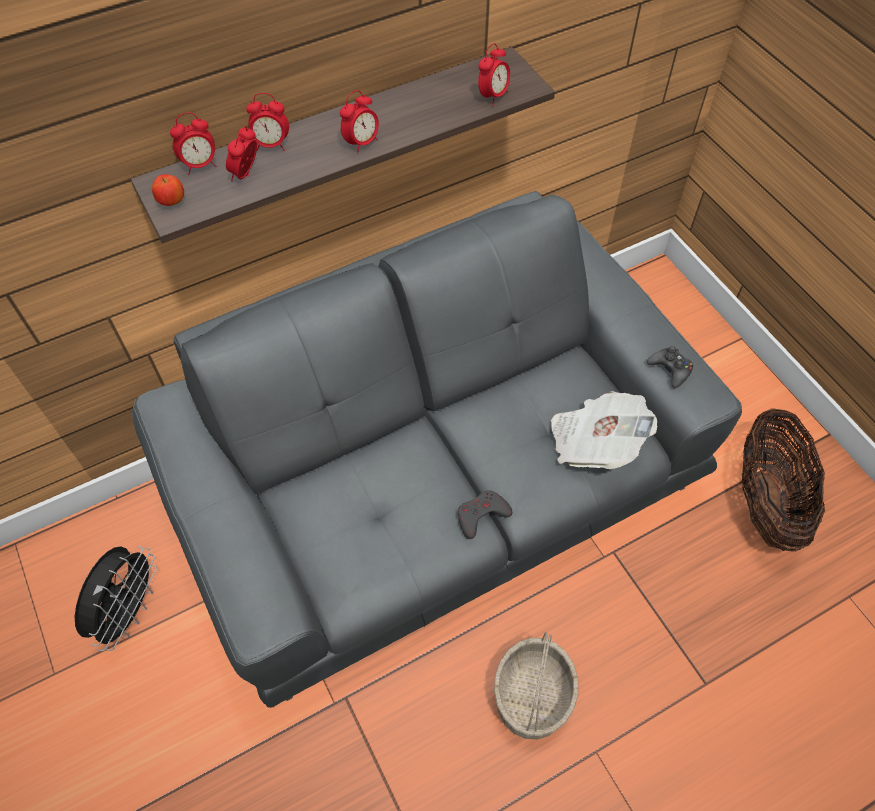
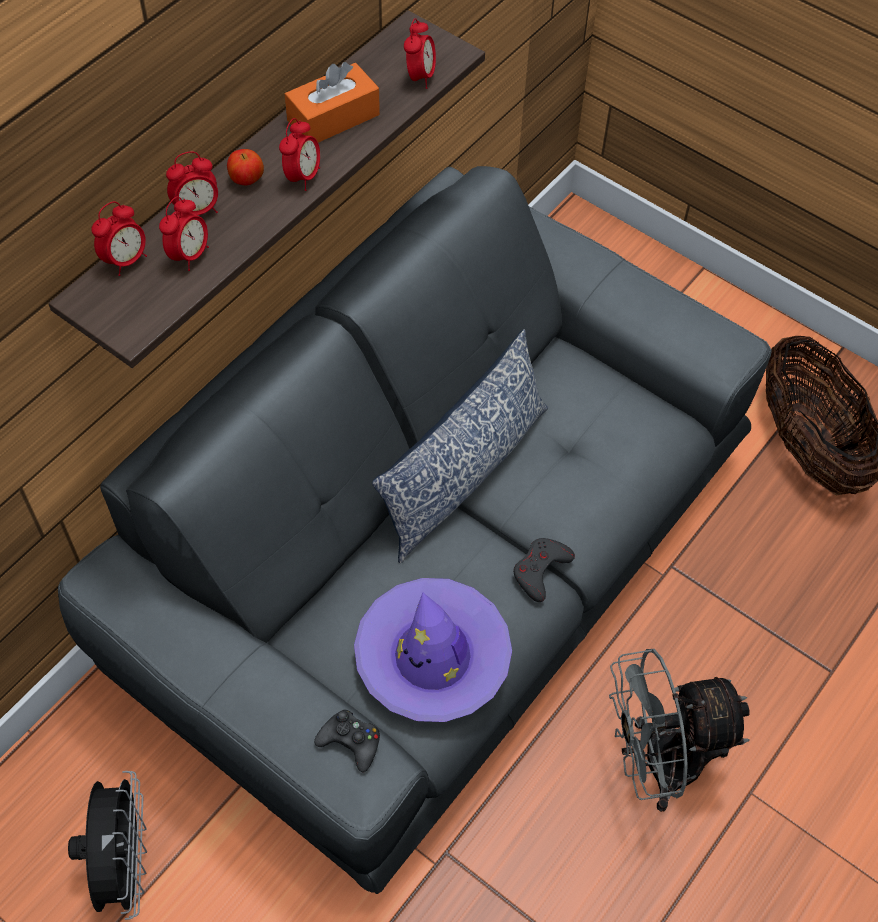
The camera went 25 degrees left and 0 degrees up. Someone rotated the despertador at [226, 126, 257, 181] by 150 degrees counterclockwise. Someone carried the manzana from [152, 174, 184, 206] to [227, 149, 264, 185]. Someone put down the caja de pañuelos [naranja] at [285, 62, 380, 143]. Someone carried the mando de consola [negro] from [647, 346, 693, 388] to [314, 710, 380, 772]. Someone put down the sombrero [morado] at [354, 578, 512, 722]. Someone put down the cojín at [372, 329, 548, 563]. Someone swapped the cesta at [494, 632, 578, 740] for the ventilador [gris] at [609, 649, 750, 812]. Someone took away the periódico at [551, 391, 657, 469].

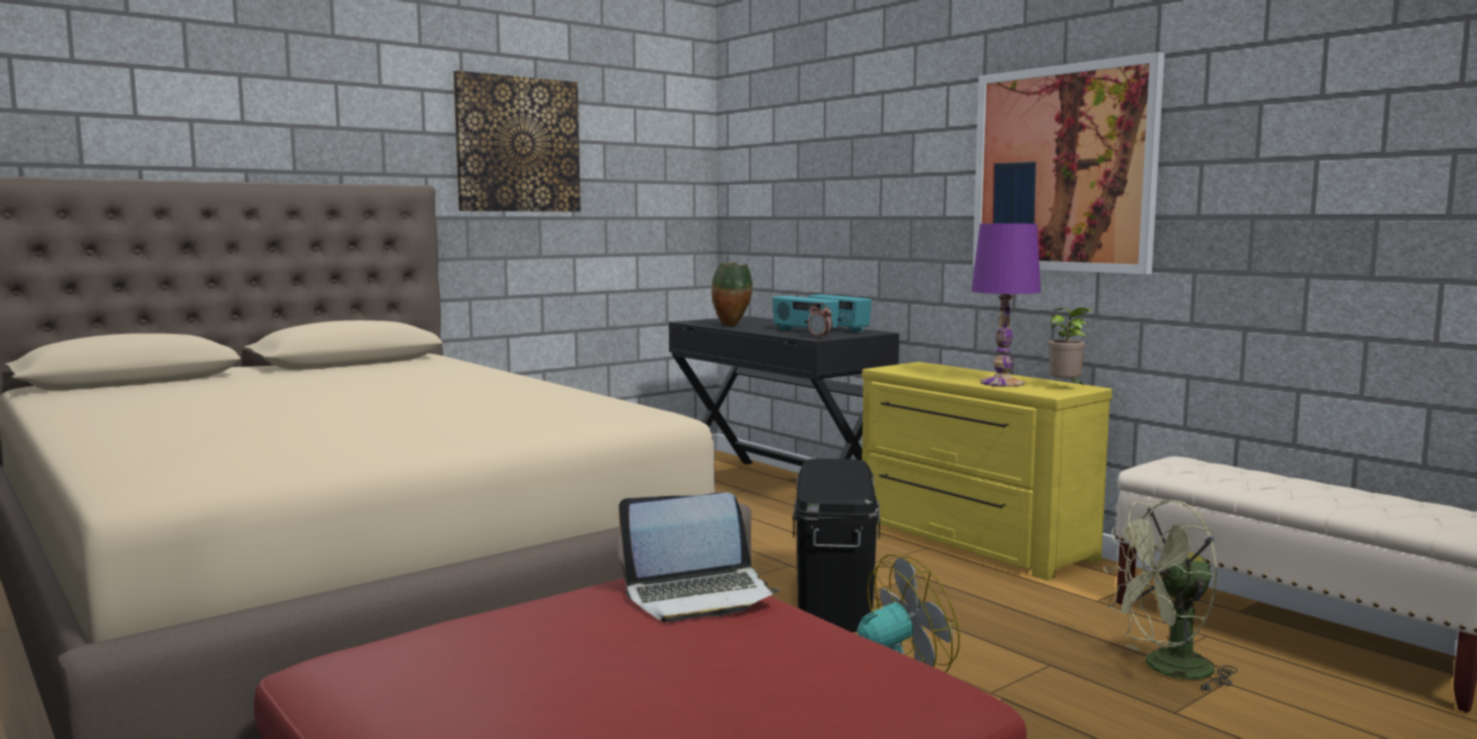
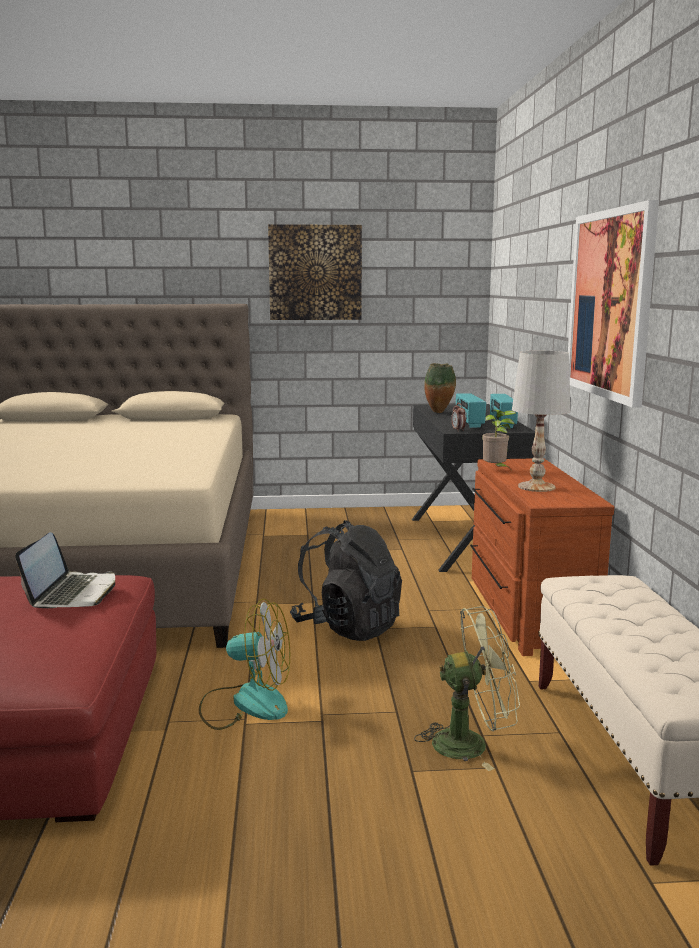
The camera went 35 degrees right and 5 degrees up. Someone rotated the portátil at [618, 492, 780, 622] by 105 degrees counterclockwise. Someone swapped the caja de almacenaje [negro] at [793, 459, 880, 632] for the mochila [negro] at [290, 520, 402, 641]. Someone rotated the ventilador [verde] at [1103, 500, 1238, 692] by 150 degrees clockwise. Someone repainted the cómoda [amarillo] at [862, 362, 1112, 581], which became the cómoda [marrón] at [470, 459, 614, 656]. Someone carried the planta en maceta from [1048, 307, 1092, 387] to [482, 409, 516, 470]. Someone repainted the lámpara de mesa [morado] at [972, 224, 1041, 387], which became the lámpara de mesa [blanco] at [512, 351, 571, 492].

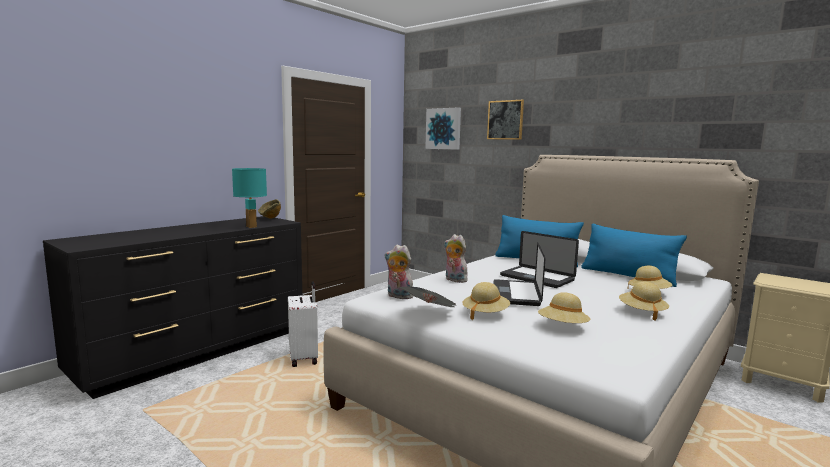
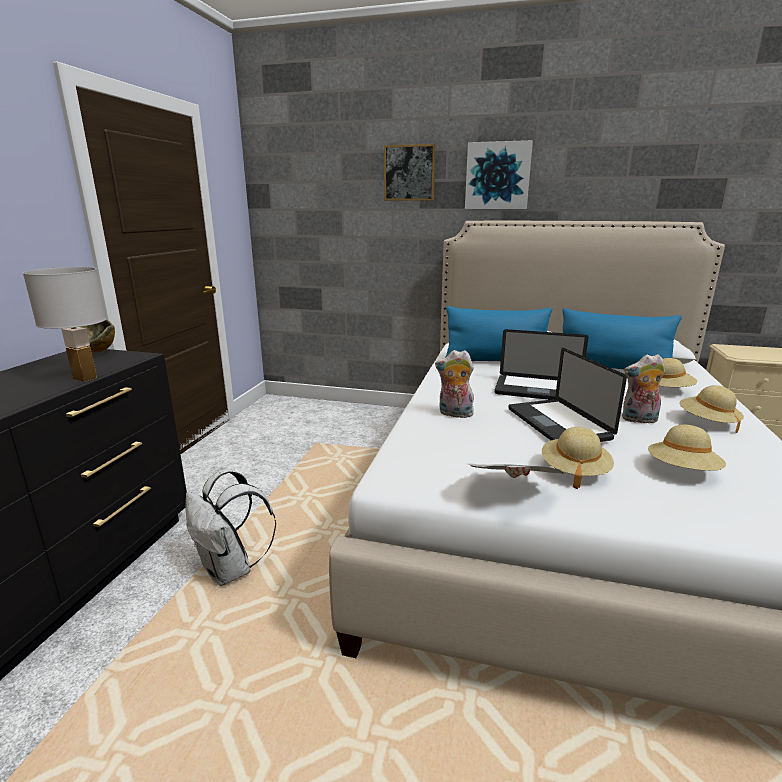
The camera went 25 degrees left and 10 degrees up. Someone repainted the lámpara de mesa [turquesa] at [232, 168, 267, 228], which became the lámpara de mesa [blanco] at [23, 267, 107, 382]. Someone swapped the maleta [blanco] at [288, 281, 318, 367] for the mochila [blanco] at [185, 469, 276, 586]. Someone carried the cuadro from [425, 107, 461, 150] to [465, 140, 533, 209]. Someone carried the peluche from [385, 245, 413, 299] to [622, 354, 665, 423].

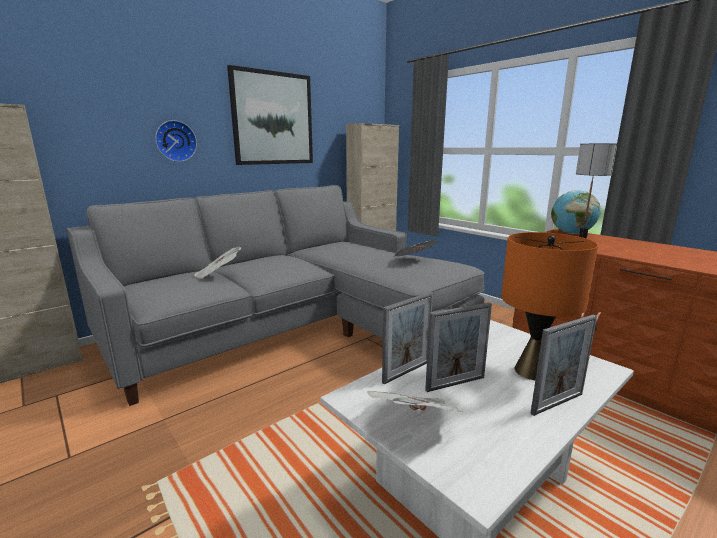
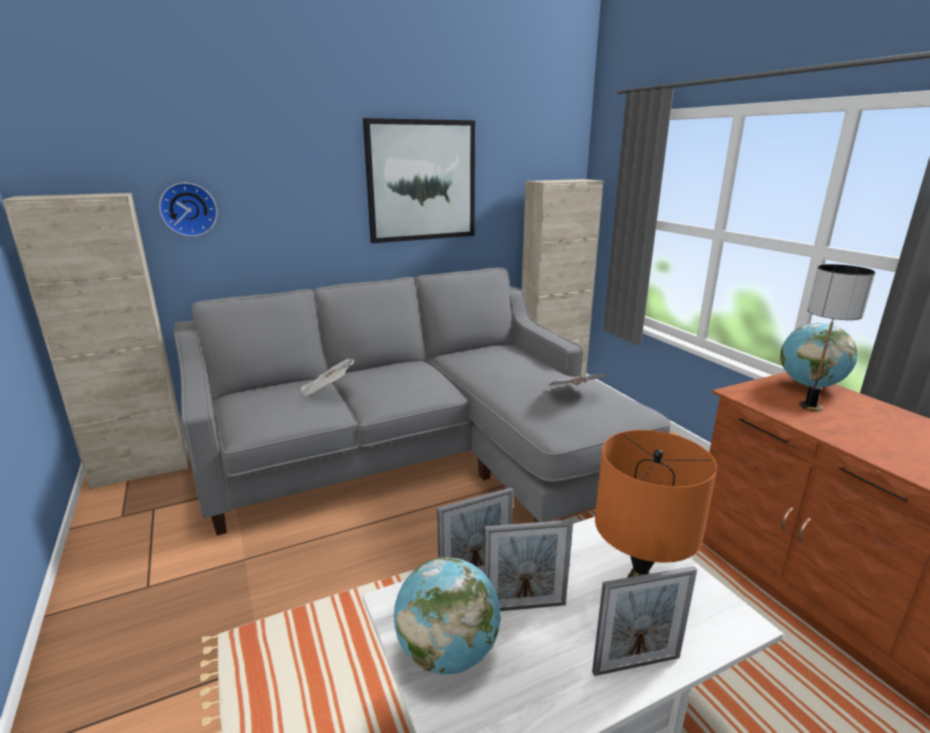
The camera went 15 degrees right and 5 degrees up. Someone carried the reloj de pared from [155, 120, 197, 162] to [159, 183, 217, 237]. Someone swapped the periódico at [367, 391, 462, 412] for the globo terráqueo at [394, 557, 501, 674].

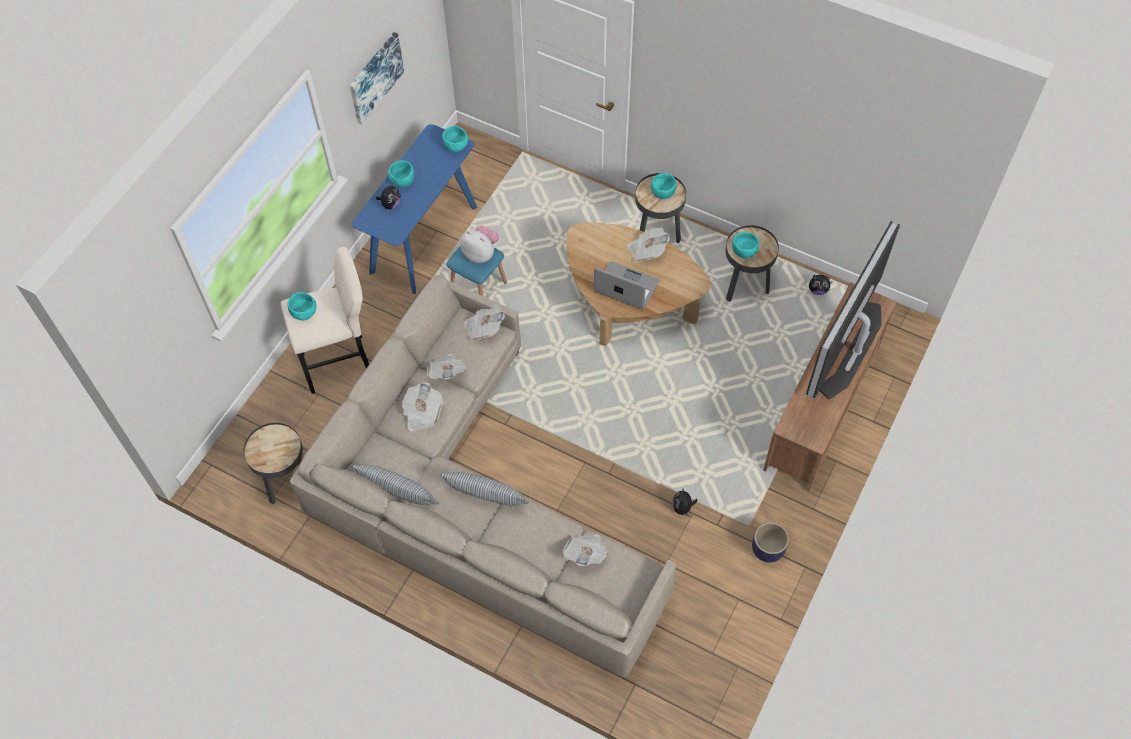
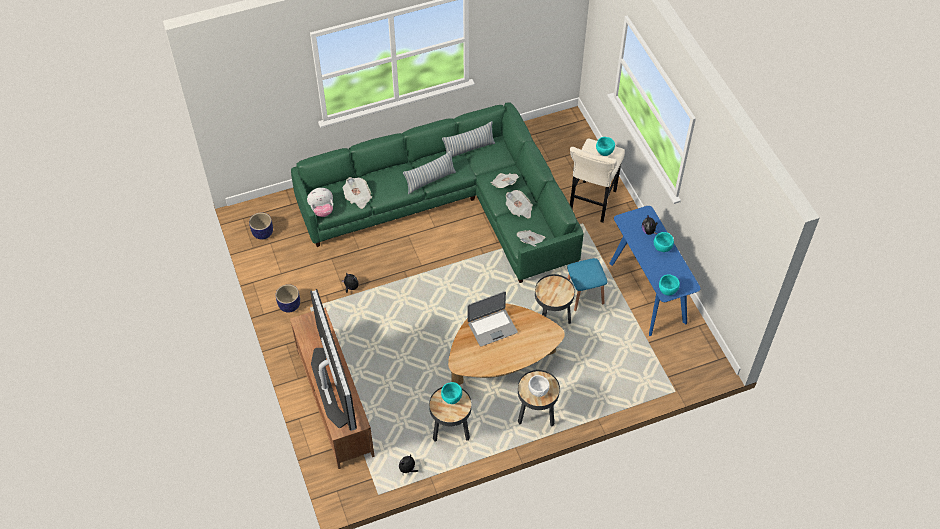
The camera went 130 degrees right and 5 degrees down. Someone put down the maceta at [249, 213, 273, 240]. Someone repainted the sofá [beis] at [290, 275, 676, 678], which became the sofá [verde] at [291, 102, 584, 283]. Someone carried the peluche from [460, 226, 499, 263] to [307, 188, 333, 217]. Someone repainted the cuenco [turquesa] at [651, 173, 676, 199], which became the cuenco [blanco] at [528, 375, 550, 397]. Someone carried the mesa auxiliar [negro] from [243, 423, 303, 505] to [535, 274, 575, 324]. Someone took away the cuadro at [350, 32, 404, 124]. Someone took away the periódico at [627, 228, 670, 262].

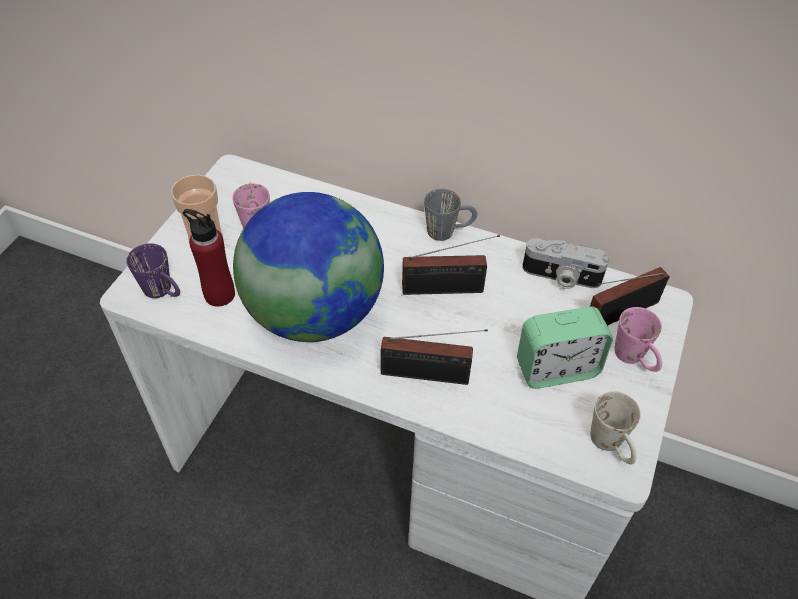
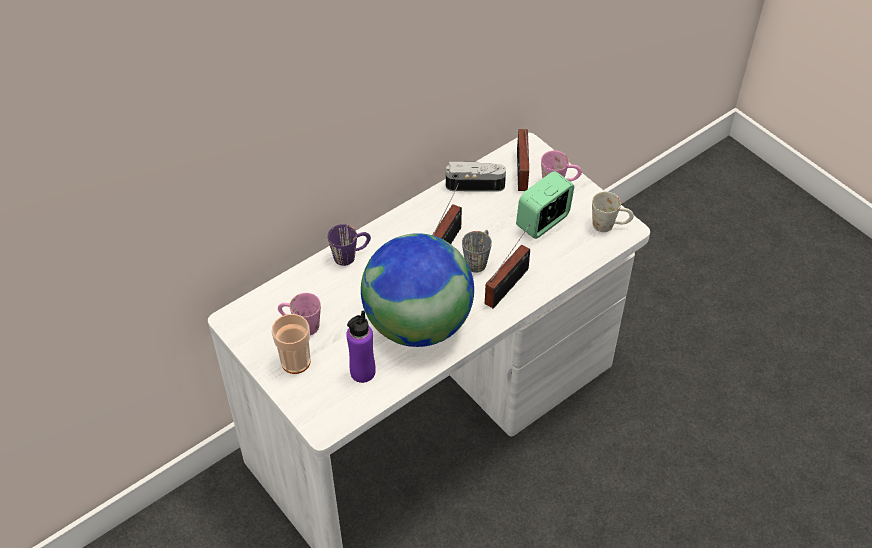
The camera went 60 degrees left and 0 degrees up. Someone carried the taza grande [morado] from [127, 243, 180, 298] to [327, 224, 371, 266]. Someone repainted the botella [rojo] at [183, 209, 235, 307], which became the botella [morado] at [346, 311, 376, 383]. Someone rotated the cámara at [522, 238, 609, 289] by 135 degrees counterclockwise. Someone carried the taza grande [gris] from [424, 189, 477, 241] to [462, 230, 492, 273]. Someone rotated the despertador at [517, 306, 613, 389] by 150 degrees counterclockwise.

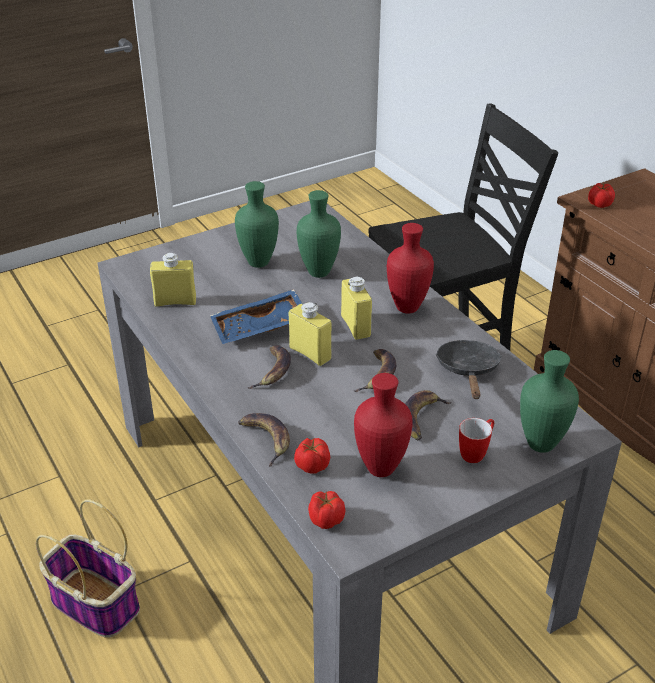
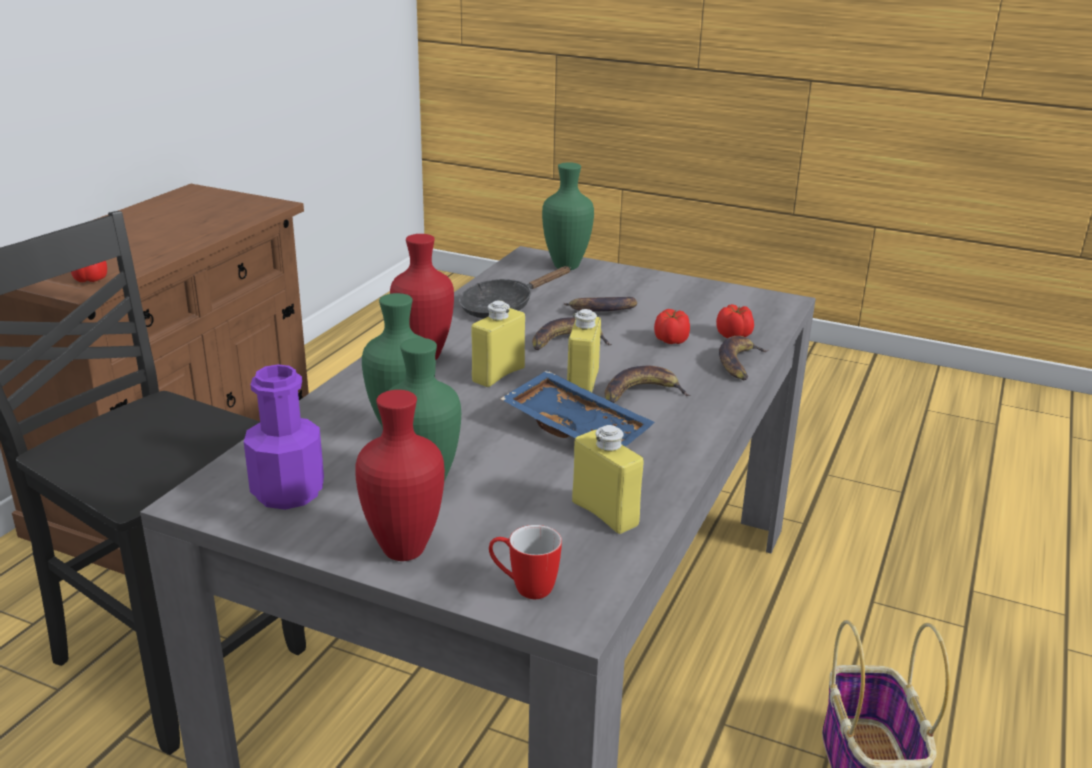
The camera went 125 degrees left and 10 degrees down. Someone put down the botella [morado] at [244, 364, 324, 510]. Someone carried the florero [rojo] from [354, 373, 412, 477] to [355, 390, 445, 561]. Someone carried the taza grande from [459, 418, 494, 463] to [489, 525, 562, 599]. Someone carried the tomate from [308, 491, 345, 529] to [654, 309, 690, 344].

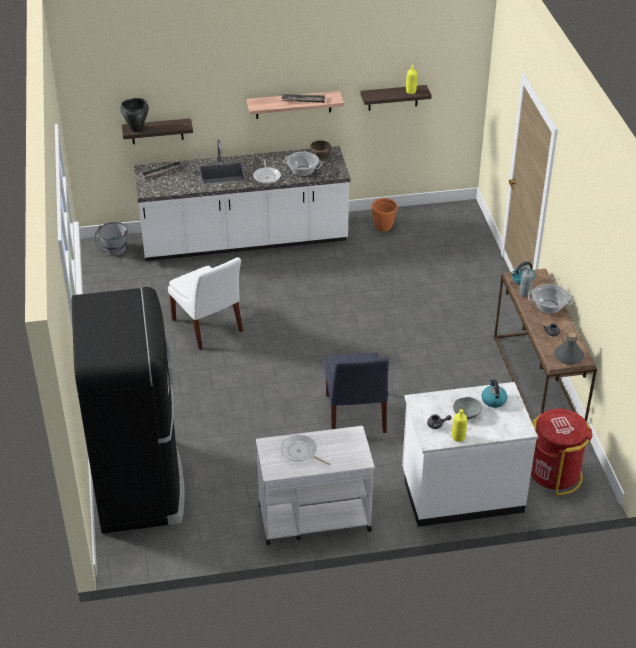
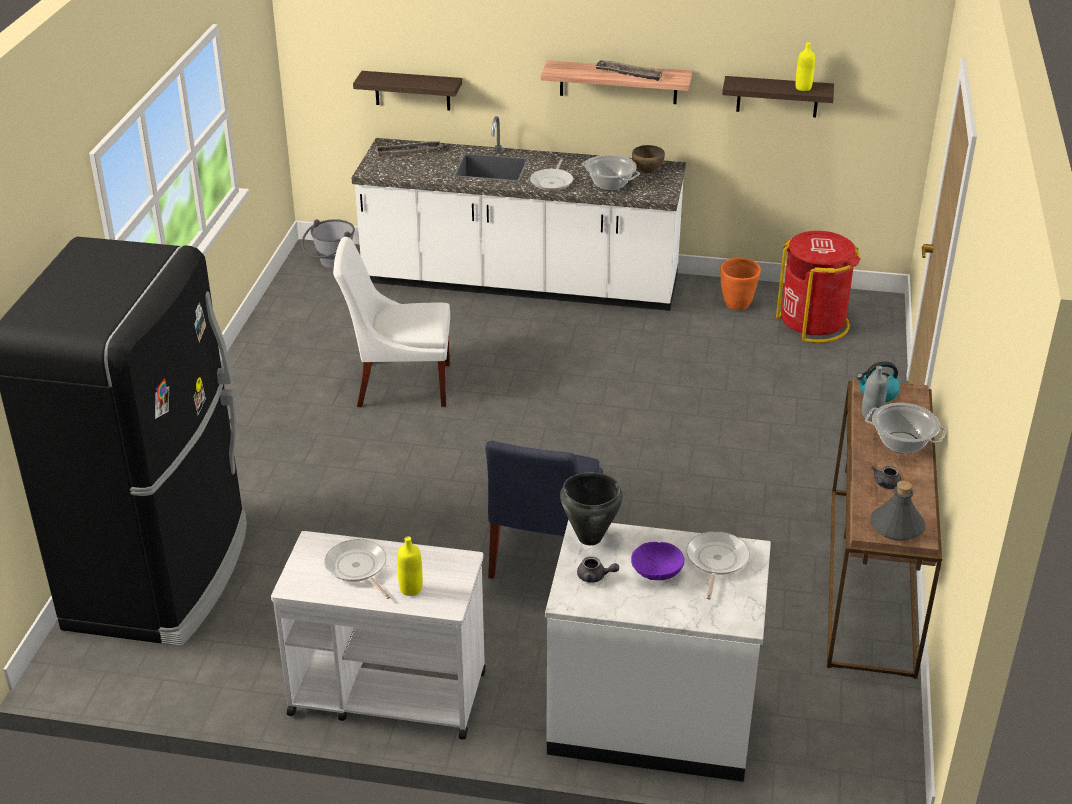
The camera went 20 degrees right and 5 degrees down. Someone rotated the silla [blanco] at [168, 257, 243, 350] by 105 degrees clockwise. Someone carried the botella [amarillo] from [452, 409, 467, 442] to [397, 536, 423, 596]. Someone carried the olla [negro] from [120, 98, 149, 132] to [560, 473, 623, 545]. Someone repainted the cuenco [gris] at [453, 397, 482, 419], which became the cuenco [morado] at [631, 542, 684, 580]. Someone swapped the hervidor at [482, 379, 508, 408] for the sartén at [686, 531, 750, 600]. Someone carried the papelera [rojo] from [531, 409, 593, 496] to [776, 231, 860, 343].

